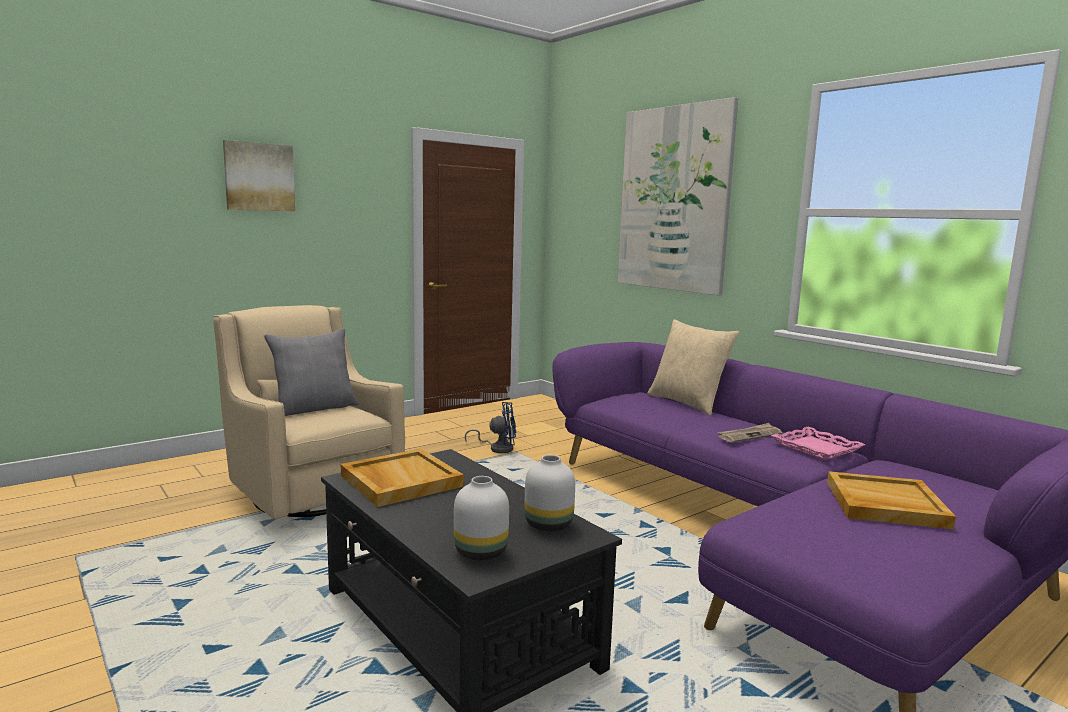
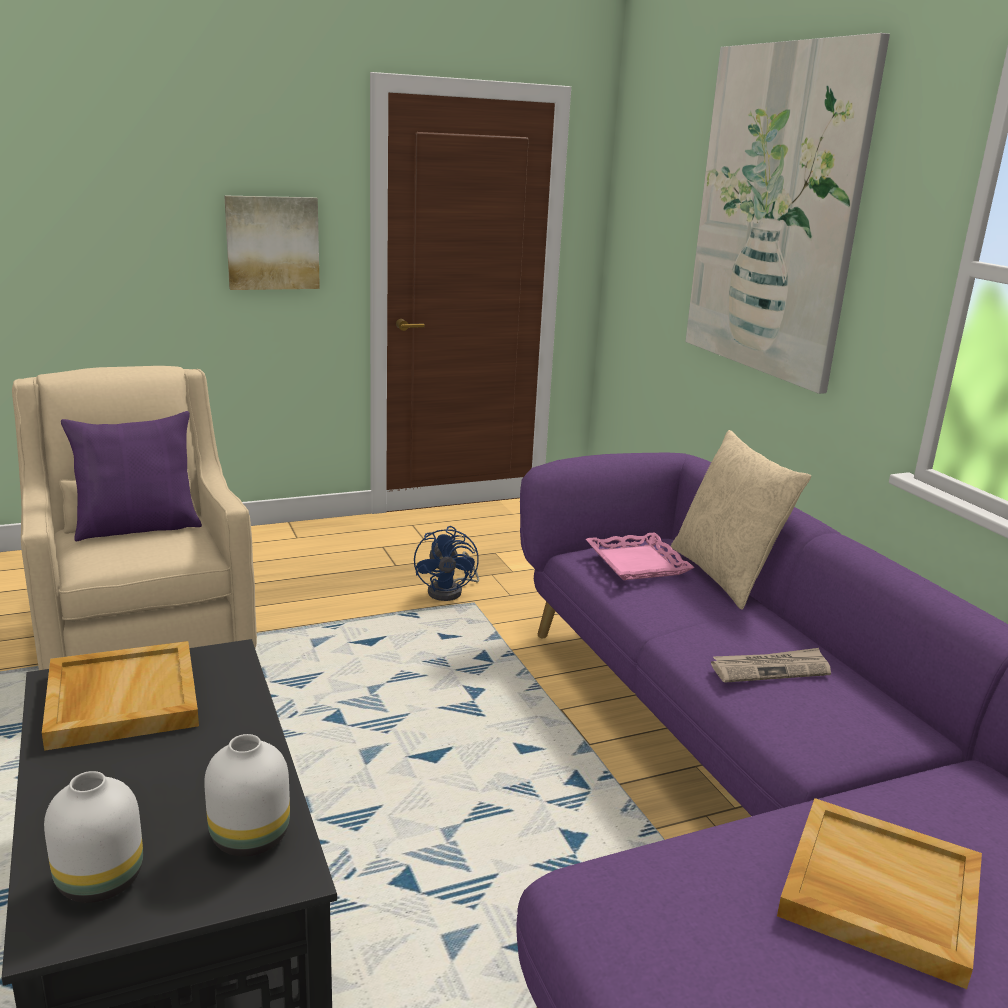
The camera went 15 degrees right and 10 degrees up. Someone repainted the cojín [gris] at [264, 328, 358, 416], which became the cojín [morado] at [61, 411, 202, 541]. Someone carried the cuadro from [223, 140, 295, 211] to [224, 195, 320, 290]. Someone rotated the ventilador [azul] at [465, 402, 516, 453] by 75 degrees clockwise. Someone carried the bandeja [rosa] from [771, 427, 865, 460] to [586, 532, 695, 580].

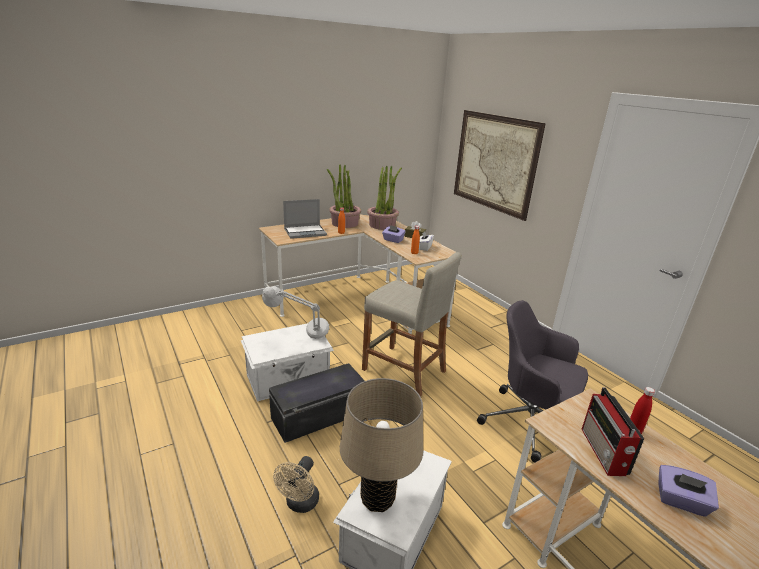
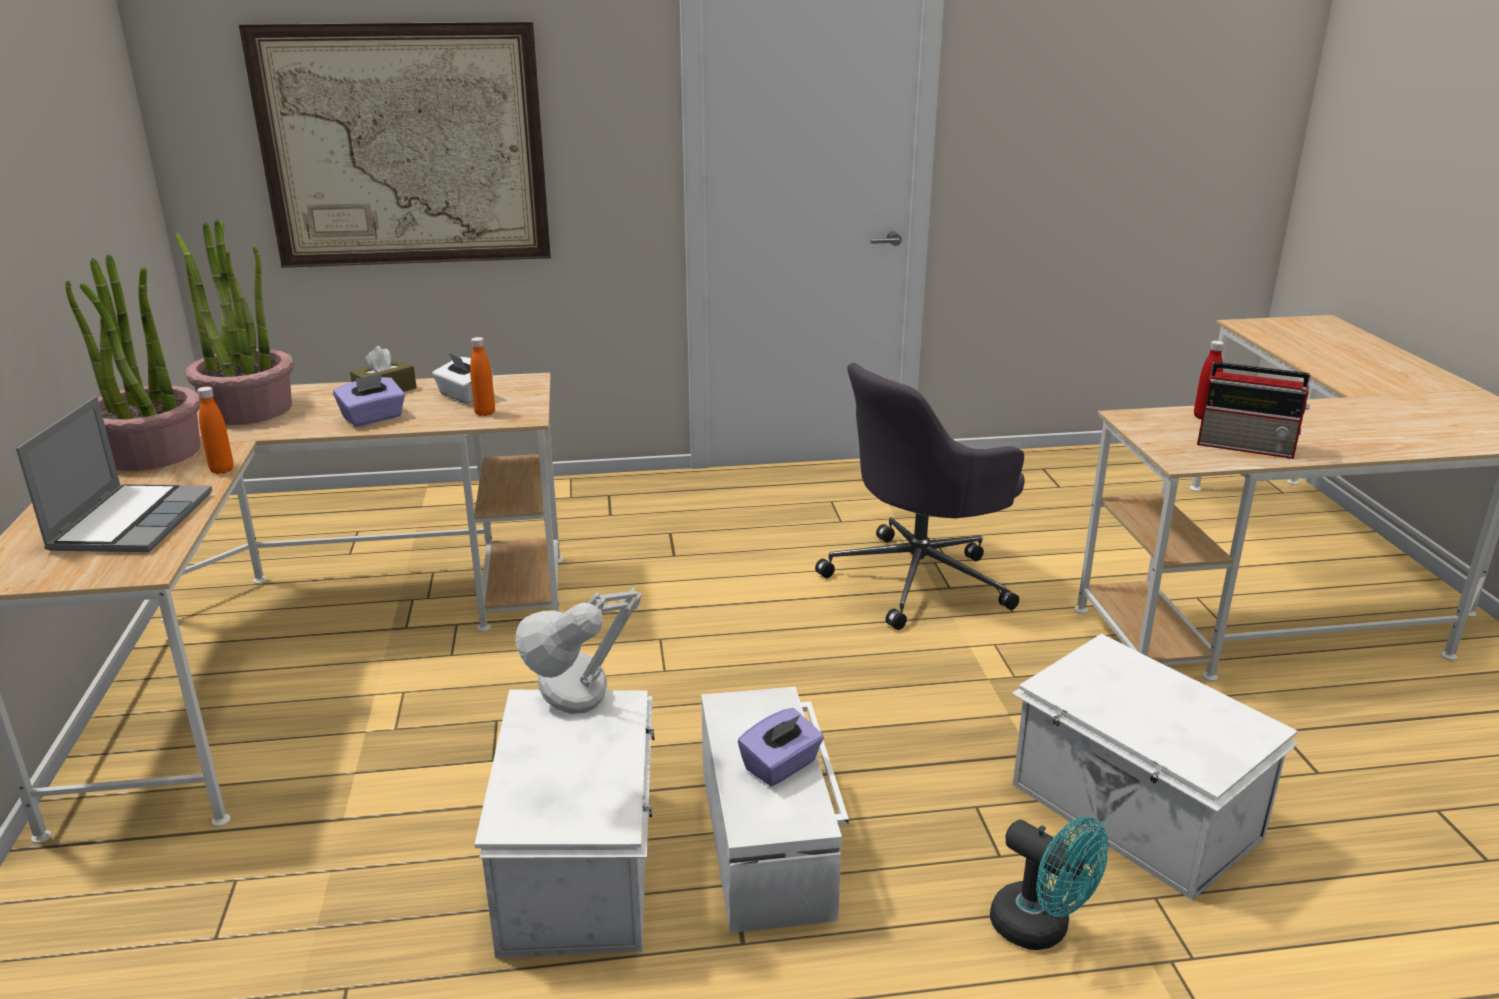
The camera went 65 degrees left and 0 degrees up. Someone repainted the caja de almacenaje [negro] at [269, 363, 365, 443], which became the caja de almacenaje [blanco] at [701, 687, 849, 933]. Someone carried the caja de pañuelos [morado] from [658, 465, 719, 517] to [738, 708, 824, 786]. Someone repainted the ventilador [beis] at [273, 456, 319, 513], which became the ventilador [turquesa] at [990, 817, 1108, 950]. Someone took away the lámpara de mesa [beis] at [340, 378, 423, 512]. Someone took away the taburete [beis] at [362, 252, 461, 397].

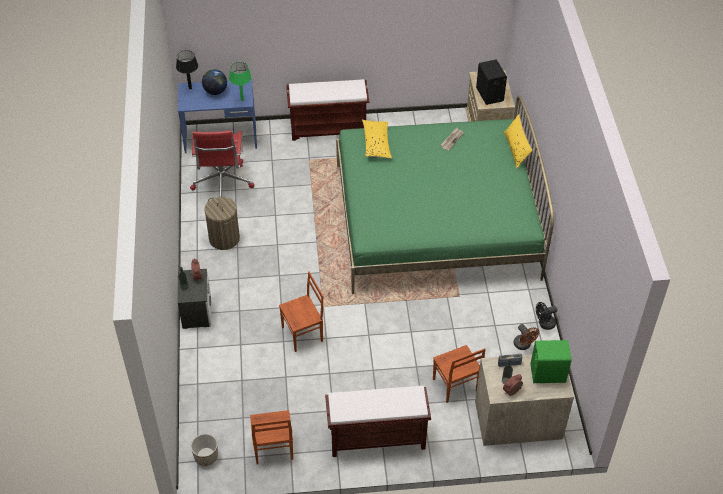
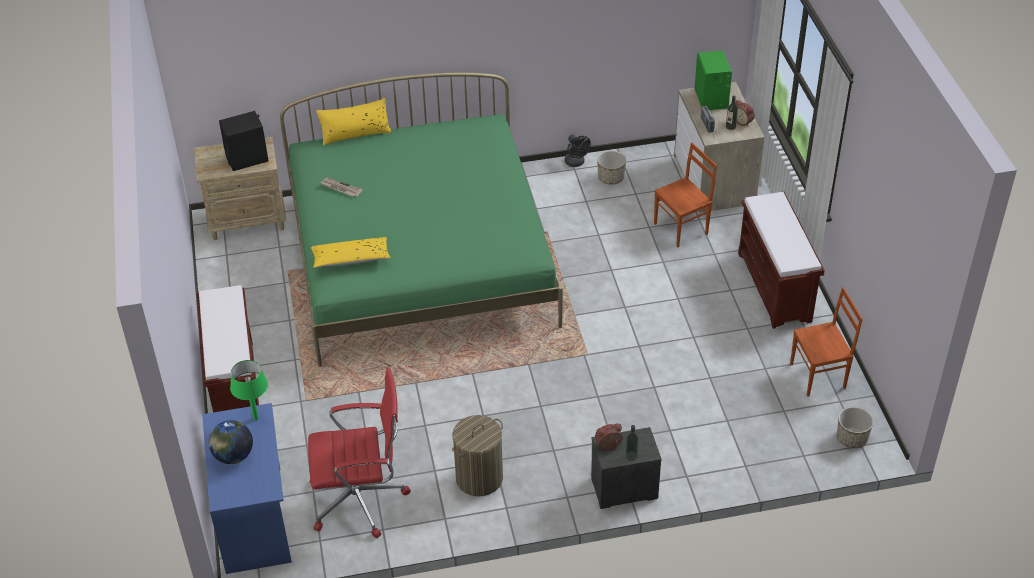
The camera went 95 degrees left and 5 degrees down. Someone swapped the ventilador [marrón] at [514, 324, 539, 350] for the maceta at [597, 151, 626, 185]. Someone took away the lámpara de mesa [negro] at [176, 50, 198, 89]. Someone took away the silla [marrón] at [279, 272, 323, 352].

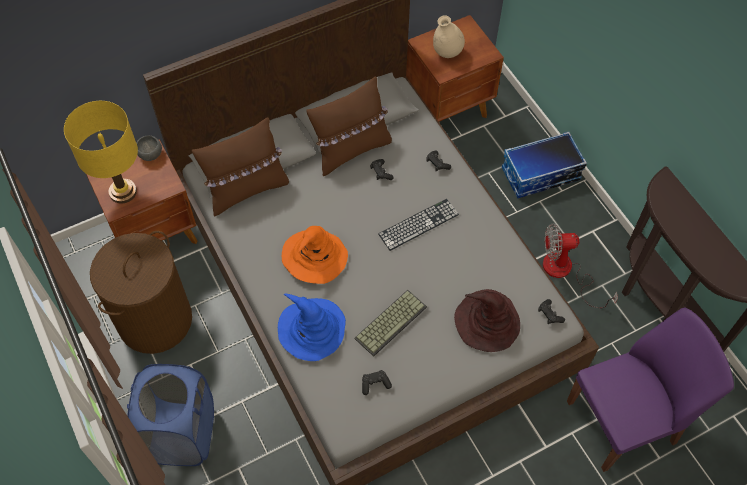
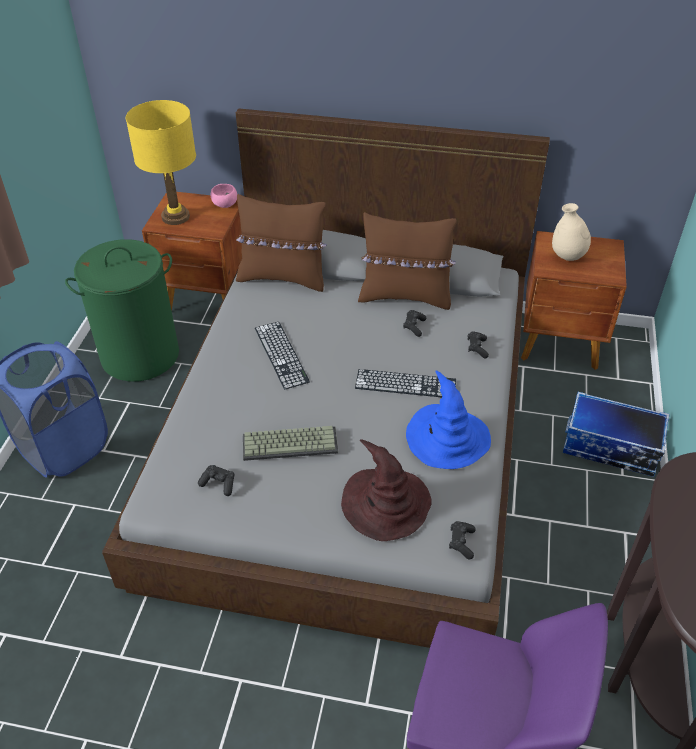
The camera went 40 degrees right and 15 degrees down. Someone repainted the cesto de la ropa [marrón] at [90, 231, 192, 354], which became the cesto de la ropa [verde] at [65, 239, 179, 382]. Someone repainted the cuenco [gris] at [136, 135, 162, 161], which became the cuenco [rosa] at [211, 184, 237, 208]. Someone swapped the sombrero [naranja] at [282, 226, 348, 284] for the teclado at [255, 322, 310, 390]. Someone carried the sombrero [azul] from [278, 293, 346, 361] to [406, 370, 491, 469]. Someone took away the ventilador at [543, 223, 618, 308].

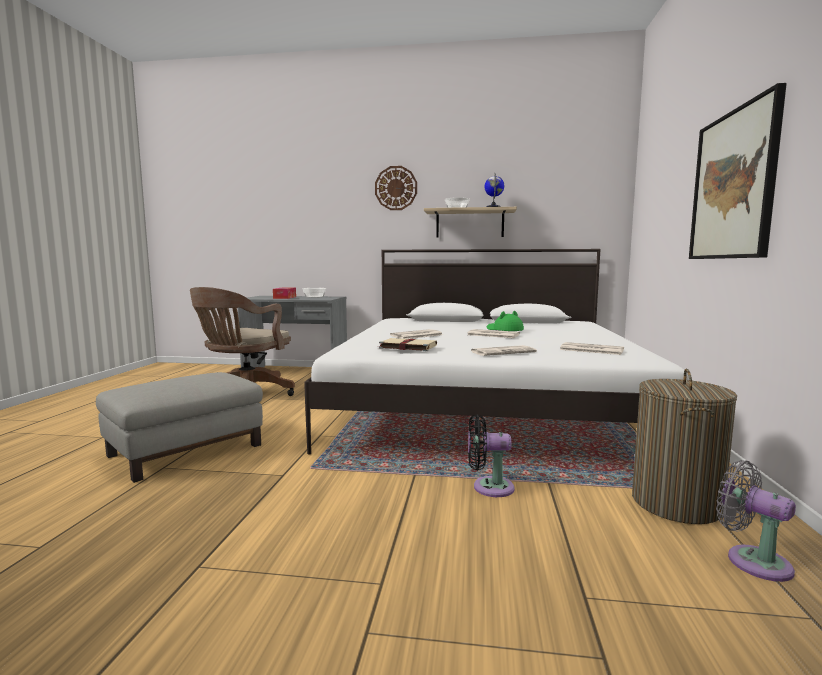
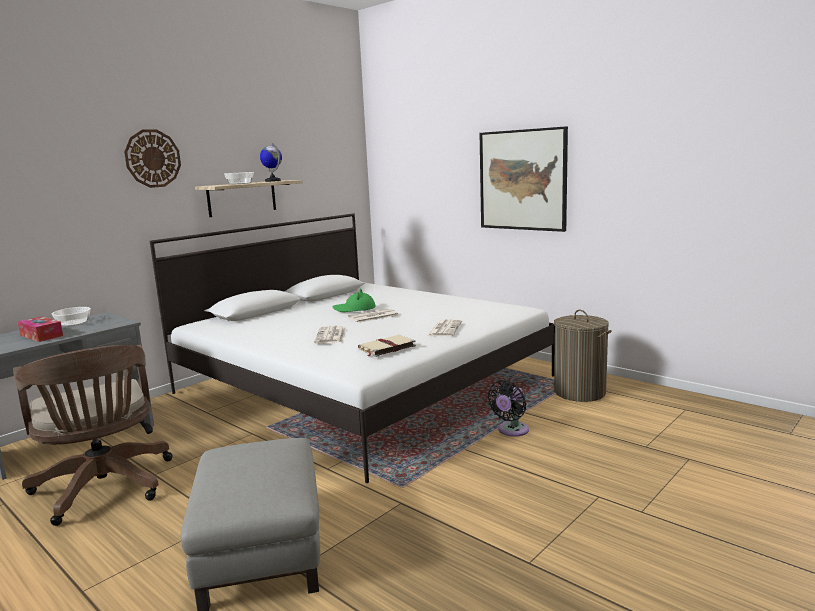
The camera went 55 degrees left and 5 degrees up. Someone took away the periódico at [560, 342, 624, 355]. Someone took away the ventilador [gris] at [716, 460, 796, 582].

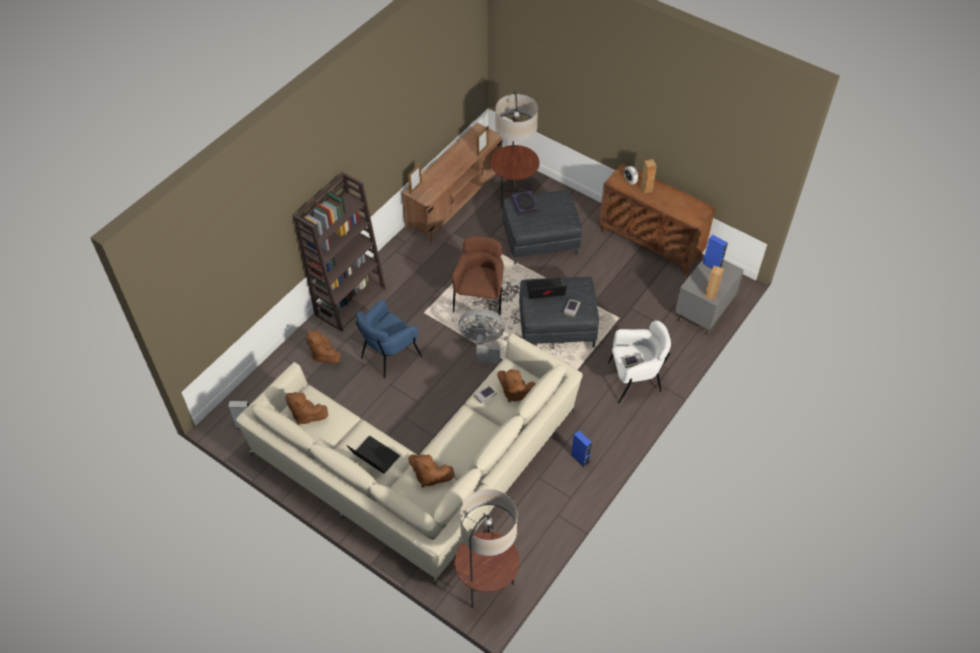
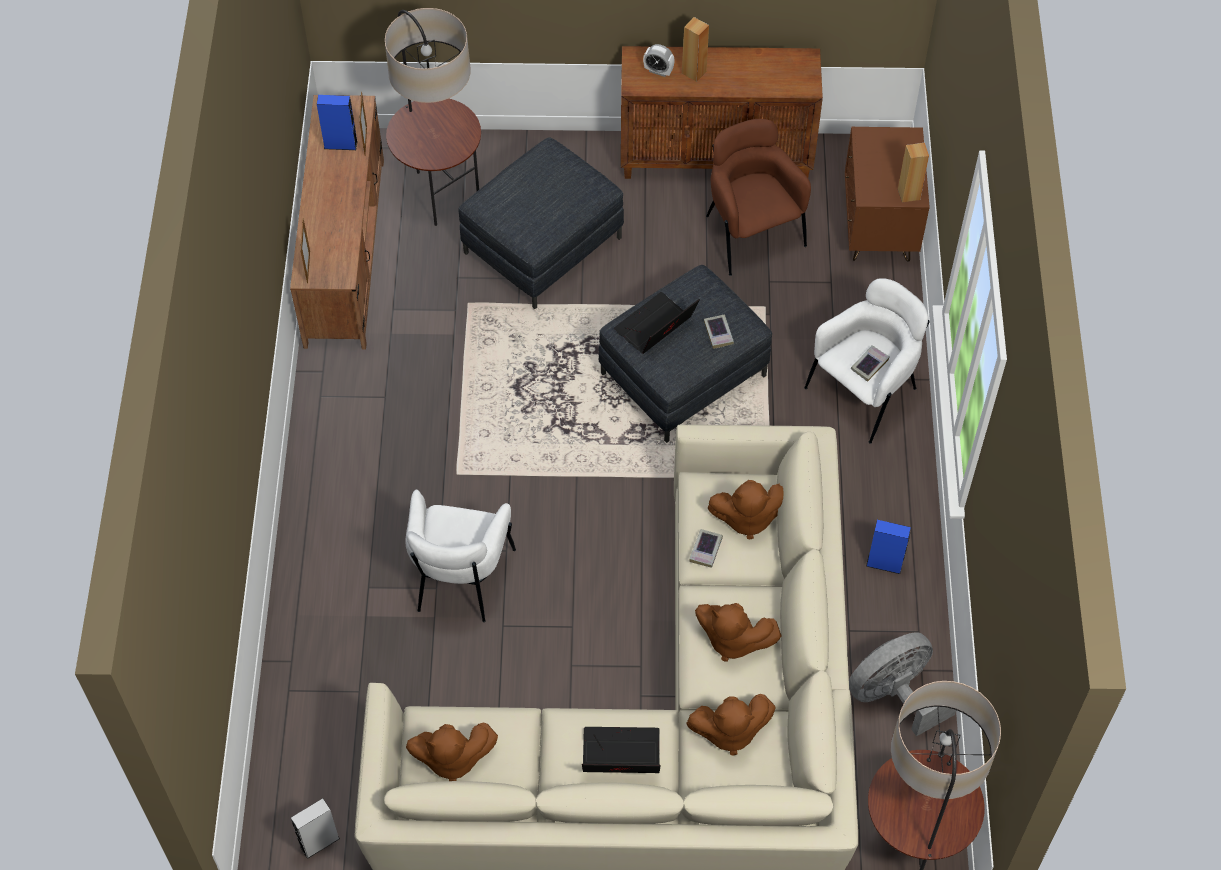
The camera went 35 degrees left and 5 degrees up. Someone carried the altavoz [azul] from [702, 235, 728, 269] to [317, 95, 358, 150]. Someone repainted the sillón [azul] at [355, 299, 423, 379], which became the sillón [blanco] at [406, 490, 516, 622]. Someone carried the peluche [marrón] from [306, 330, 341, 364] to [695, 603, 781, 662]. Someone carried the sillón [marrón] from [452, 236, 504, 315] to [706, 119, 811, 276]. Someone repainted the mesita de noche [gris] at [675, 258, 744, 335], which became the mesita de noche [marrón] at [845, 127, 930, 262]. Someone carried the ventilador [gris] from [458, 309, 505, 364] to [849, 632, 956, 736]. Someone took away the estantería [marrón] at [293, 172, 386, 332]. Someone took away the libro at [512, 191, 538, 216].

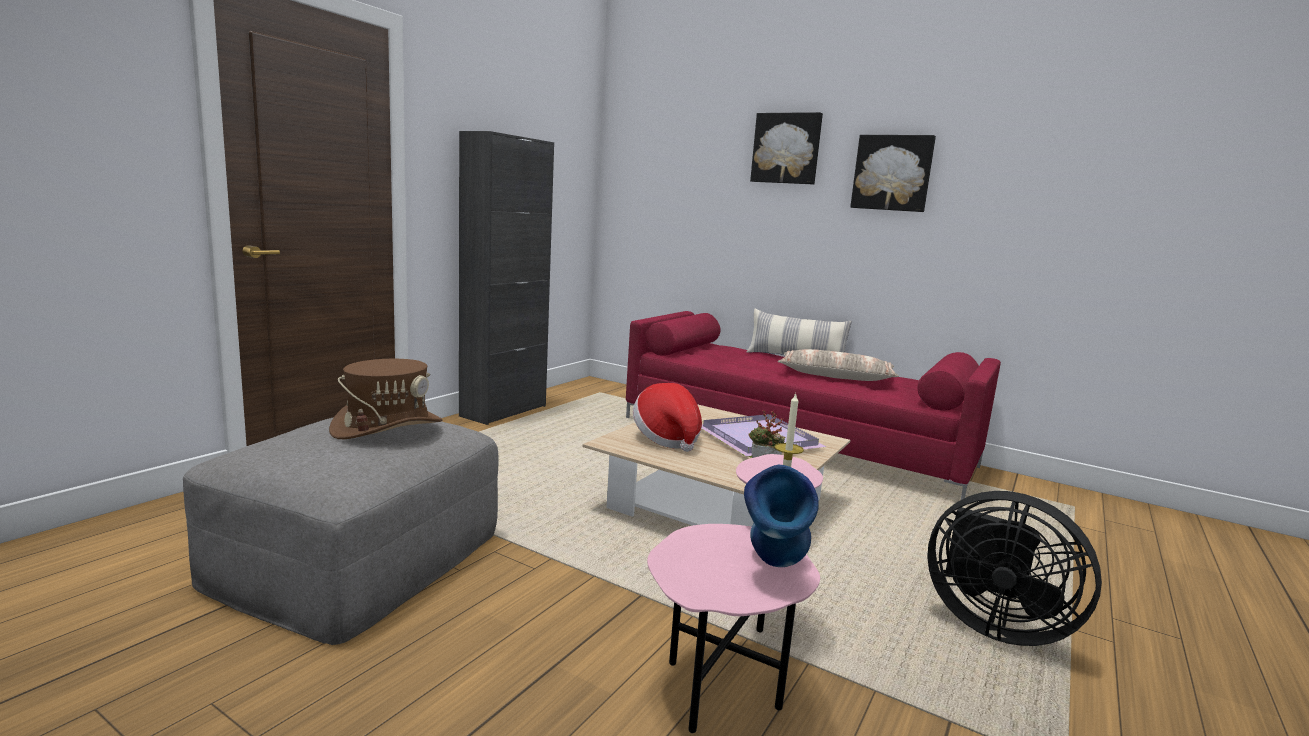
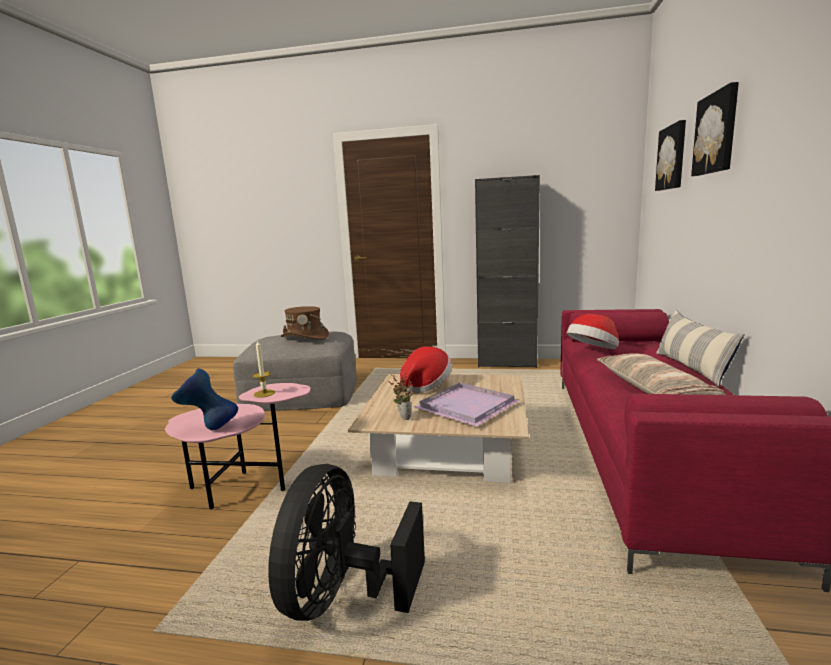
The camera went 70 degrees right and 0 degrees up. Someone put down the sombrero at [567, 314, 619, 349]. Someone carried the cuadro from [850, 135, 936, 212] to [655, 120, 686, 191].

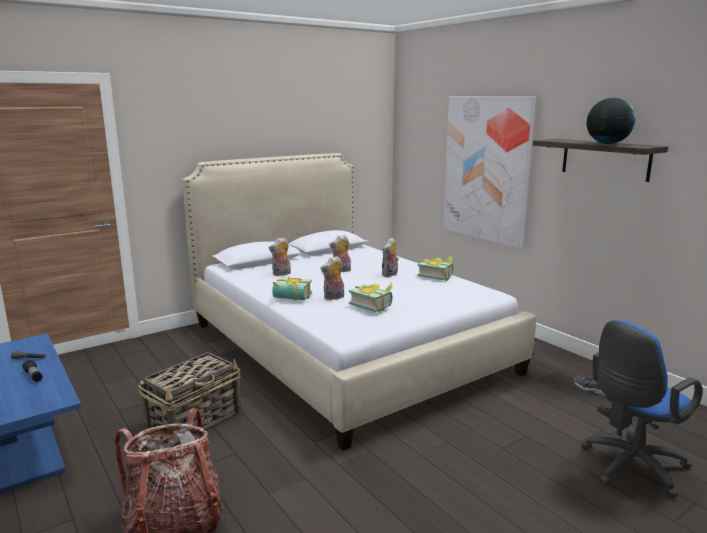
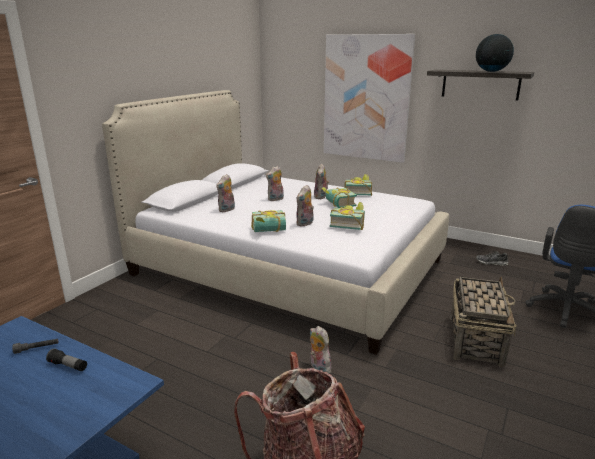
The camera went 25 degrees left and 5 degrees up. Someone put down the peluche at [310, 326, 331, 374]. Someone put down the libro at [322, 187, 357, 208]. Someone carried the cesta from [138, 352, 241, 430] to [450, 276, 517, 367].

